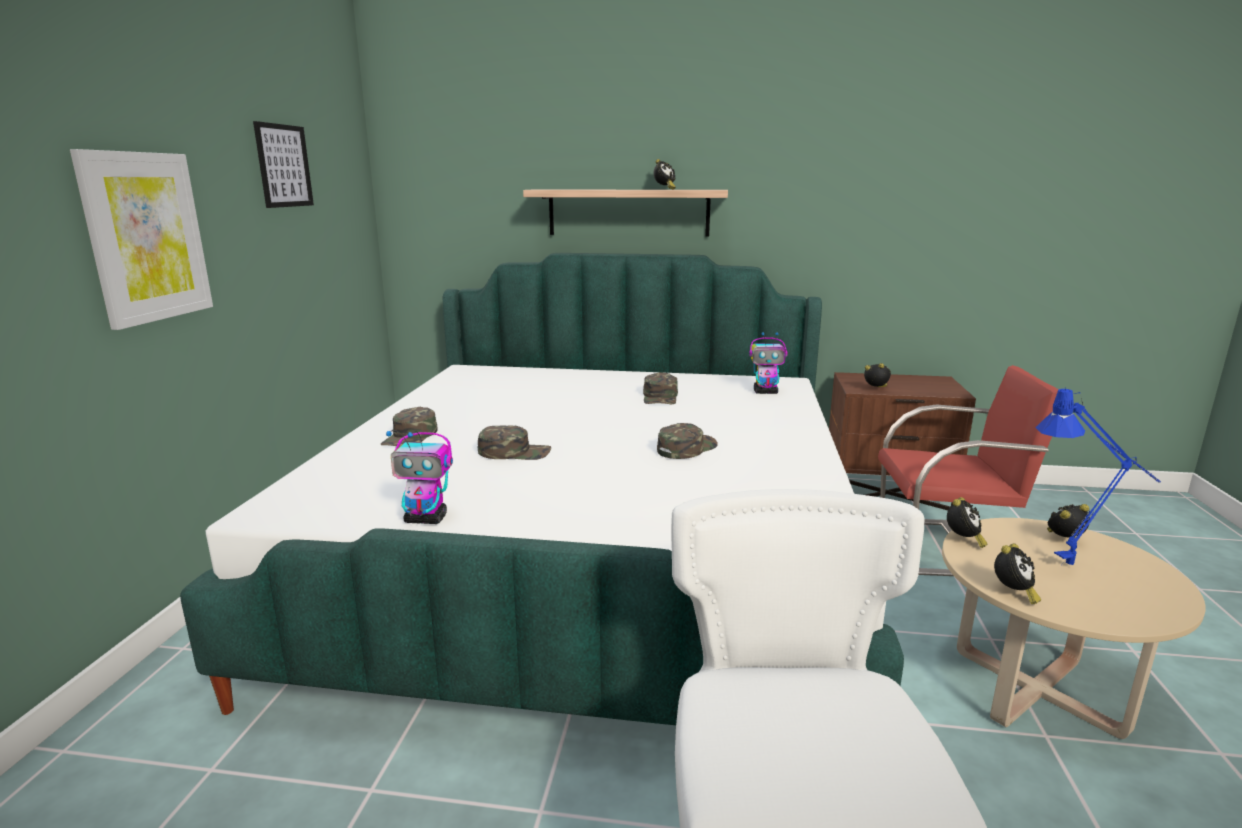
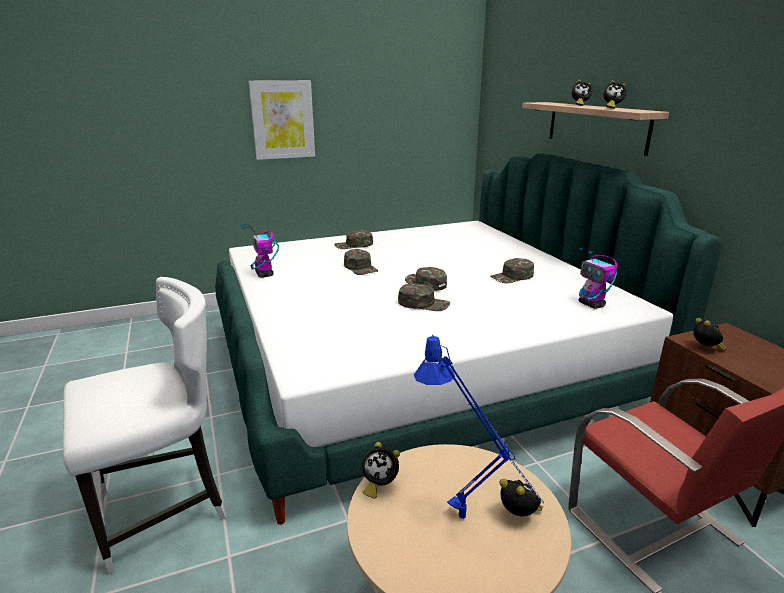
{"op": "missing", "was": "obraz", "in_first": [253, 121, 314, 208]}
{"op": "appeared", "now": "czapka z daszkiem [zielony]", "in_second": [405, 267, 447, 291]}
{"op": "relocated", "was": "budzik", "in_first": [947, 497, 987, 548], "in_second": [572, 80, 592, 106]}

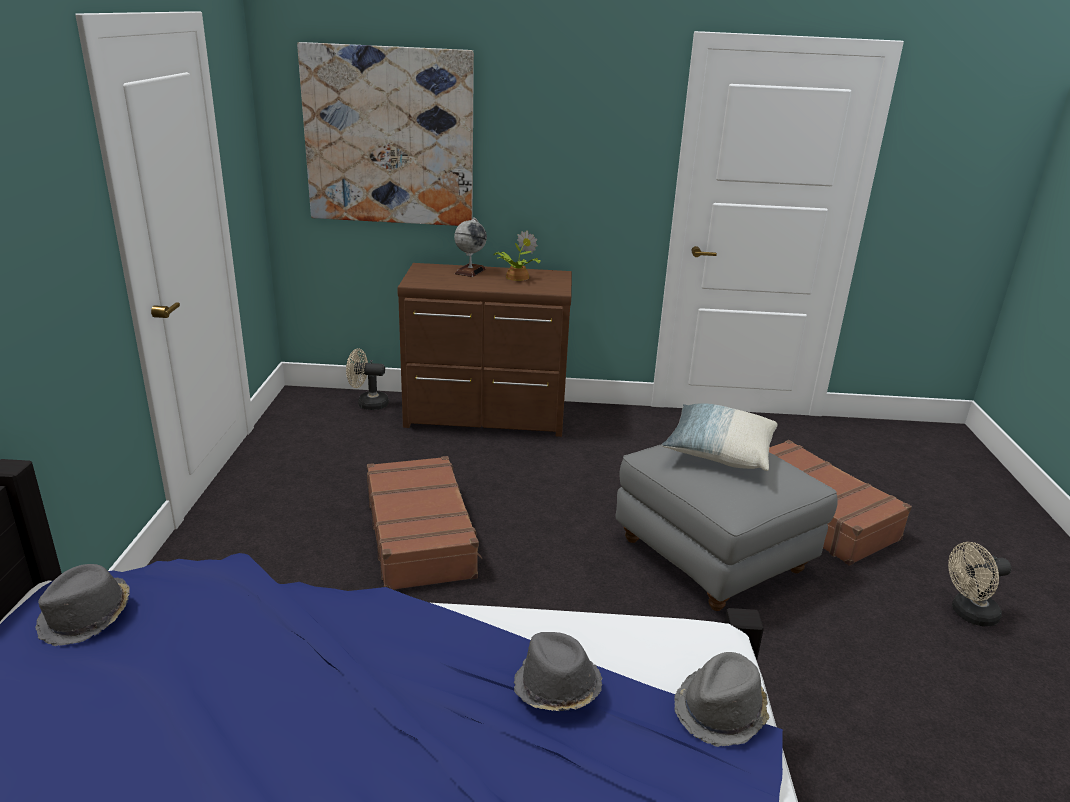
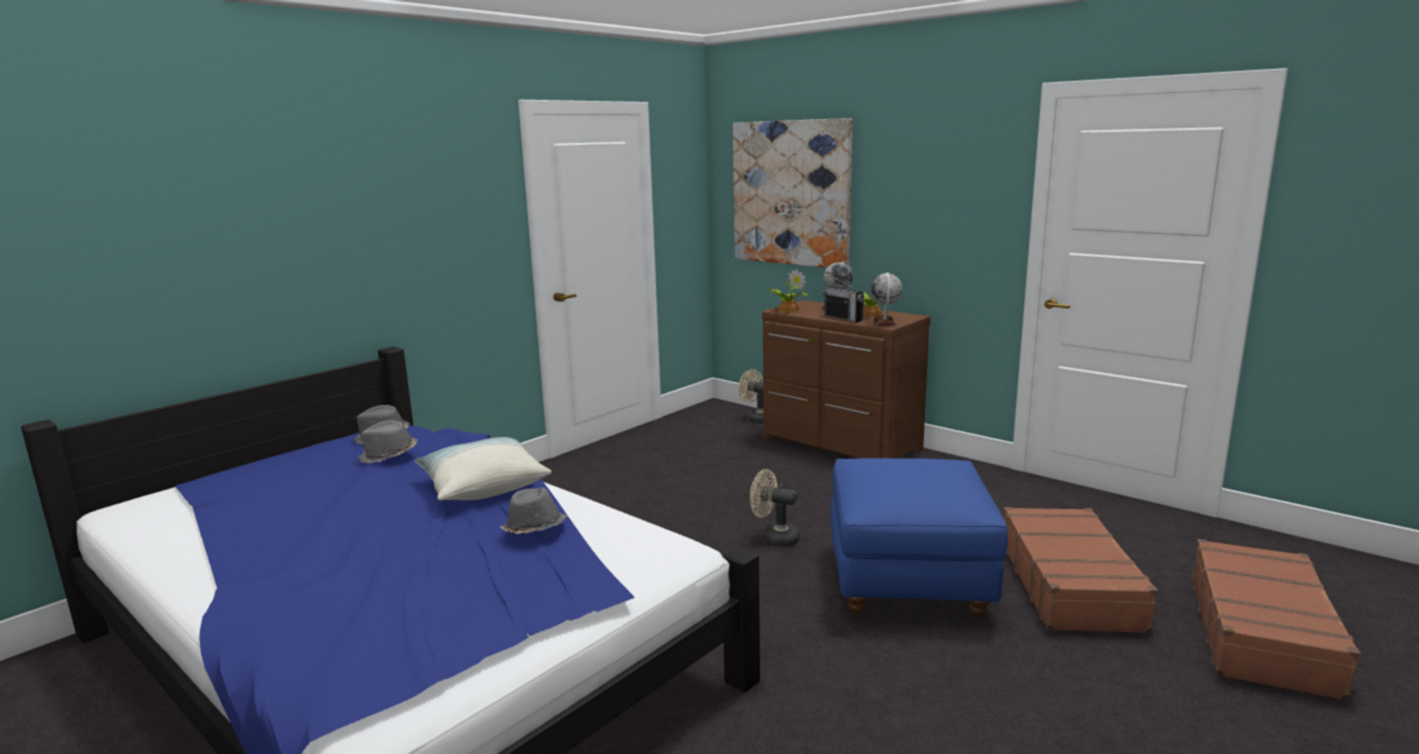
{"op": "appeared", "now": "roślina doniczkowa", "in_second": [767, 269, 809, 312]}
{"op": "appeared", "now": "radio", "in_second": [823, 275, 864, 322]}
{"op": "appeared", "now": "globus", "in_second": [870, 272, 902, 326]}
{"op": "relocated", "was": "walizka [brązowy]", "in_first": [367, 456, 482, 590], "in_second": [1192, 539, 1361, 701]}
{"op": "relocated", "was": "poduszka", "in_first": [662, 404, 778, 471], "in_second": [415, 437, 552, 500]}
{"op": "relocated", "was": "kapelusz [szary]", "in_first": [675, 652, 769, 747], "in_second": [358, 420, 418, 463]}
{"op": "relocated", "was": "wentylator [beżowy]", "in_first": [948, 542, 1011, 626], "in_second": [750, 469, 800, 547]}
{"op": "colour", "was": "pufa [szary]", "now": "pufa [niebieski]", "in_first": [616, 444, 837, 611], "in_second": [831, 458, 1008, 617]}

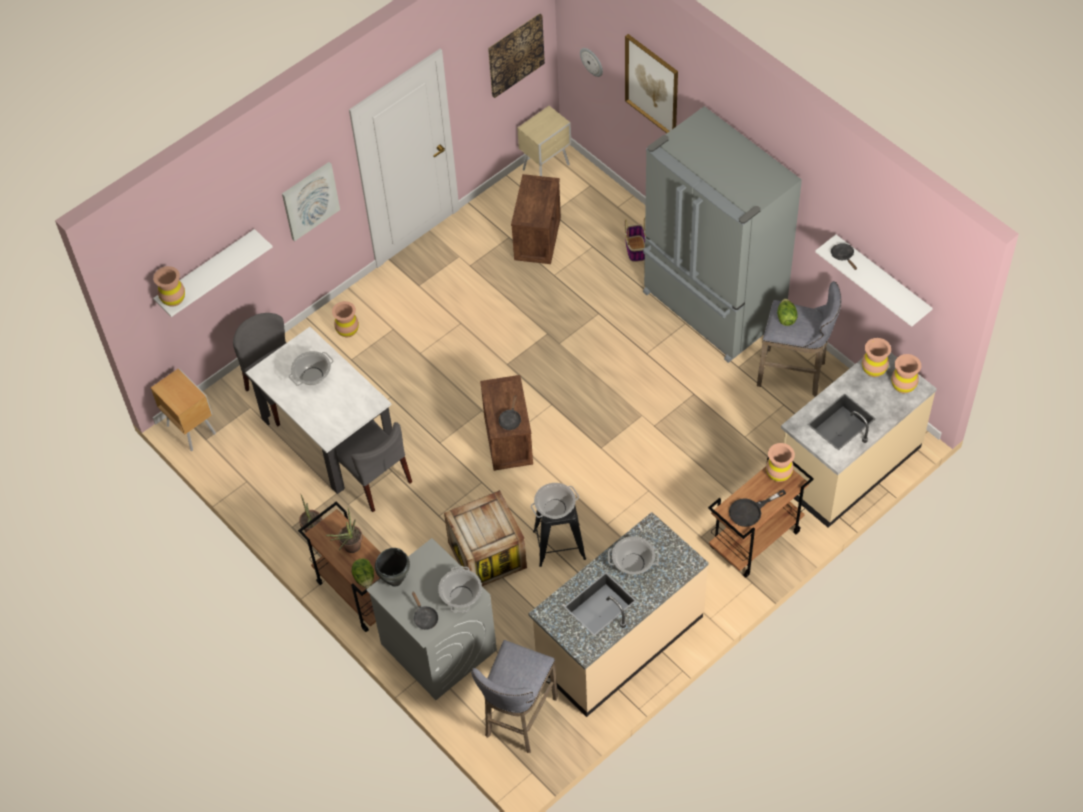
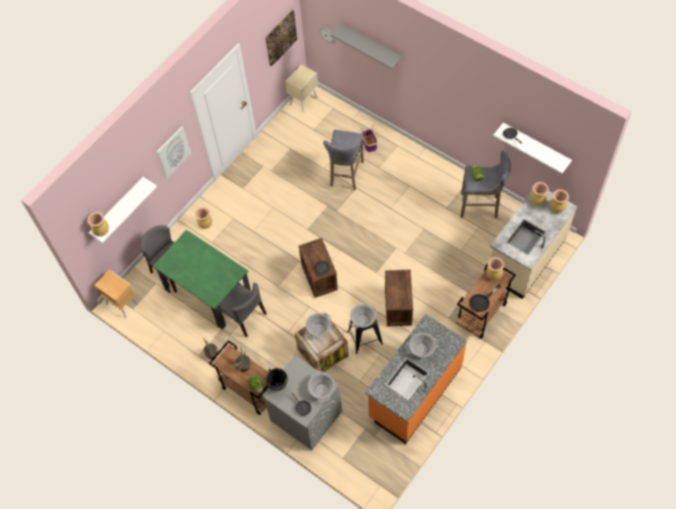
{"op": "missing", "was": "lodówka [szary]", "in_first": [643, 106, 802, 363]}
{"op": "relocated", "was": "garnek", "in_first": [289, 351, 334, 386], "in_second": [306, 312, 331, 338]}
{"op": "relocated", "was": "stołek [szary]", "in_first": [471, 640, 558, 753], "in_second": [323, 130, 364, 190]}
{"op": "relocated", "was": "skrzynka", "in_first": [511, 174, 561, 264], "in_second": [385, 269, 413, 326]}
{"op": "exchanged", "was": "obraz", "now": "półka [szary]", "in_first": [625, 34, 678, 133], "in_second": [330, 23, 402, 69]}
{"op": "colour", "was": "stół jadalny [biały]", "now": "stół jadalny [zielony]", "in_first": [245, 327, 392, 494], "in_second": [153, 230, 251, 330]}
{"op": "colour", "was": "zabudowa kuchenna [beżowy]", "now": "zabudowa kuchenna [pomarańczowy]", "in_first": [528, 512, 709, 717], "in_second": [365, 314, 467, 444]}

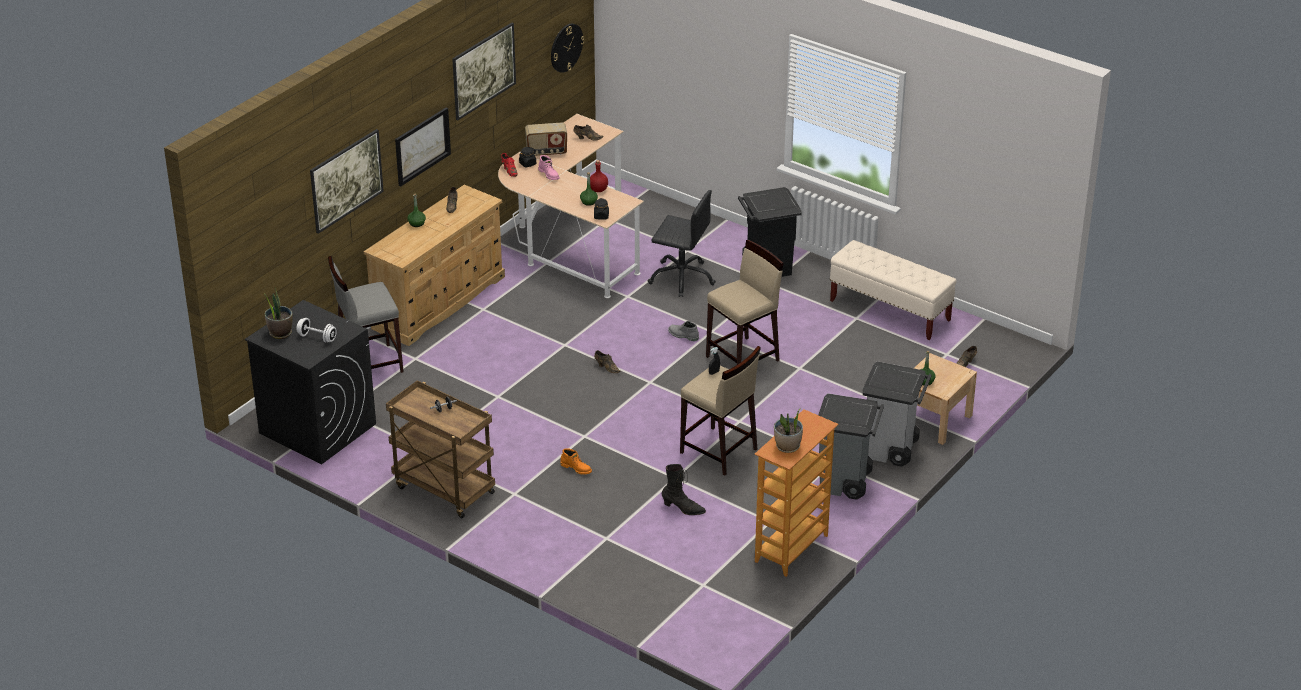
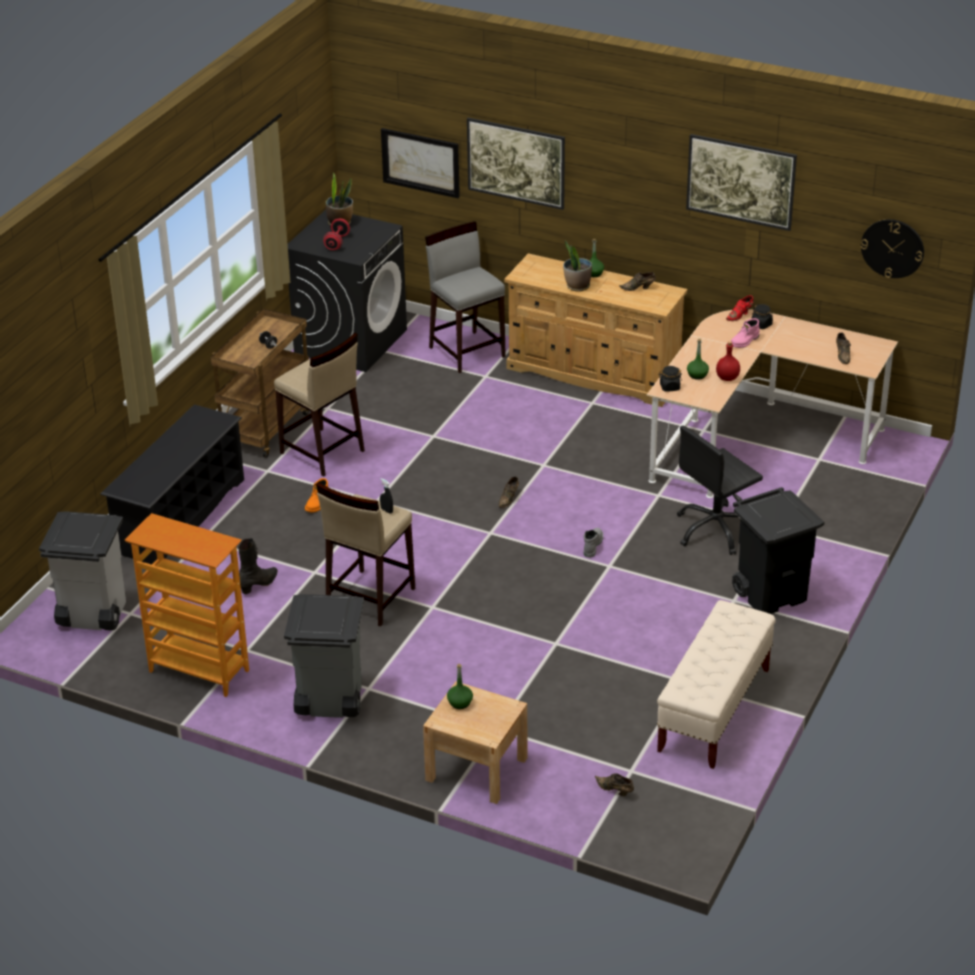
{"op": "missing", "was": "radio", "in_first": [525, 123, 567, 156]}
{"op": "appeared", "now": "regał na buty [czarny]", "in_second": [100, 404, 244, 564]}
{"op": "relocated", "was": "obraz", "in_first": [395, 107, 451, 186], "in_second": [381, 128, 460, 198]}
{"op": "relocated", "was": "stołek [beżowy]", "in_first": [706, 240, 784, 365], "in_second": [274, 333, 365, 477]}
{"op": "relocated", "was": "roślina doniczkowa", "in_first": [774, 408, 803, 453], "in_second": [563, 241, 592, 292]}
{"op": "relocated", "was": "kosz na śmieci [szary]", "in_first": [863, 361, 932, 467], "in_second": [39, 511, 126, 630]}
{"op": "colour", "was": "hantel [biały]", "now": "hantel [czerwony]", "in_first": [296, 318, 337, 343], "in_second": [323, 219, 350, 250]}
{"op": "spun", "was": "krzesło biurowe [czarny]", "in_first": [648, 190, 716, 297], "in_second": [677, 426, 763, 555], "clockwise": 45}
{"op": "spun", "was": "but z cholewką [czarny]", "in_first": [662, 464, 706, 515], "in_second": [238, 538, 278, 594], "clockwise": -150}

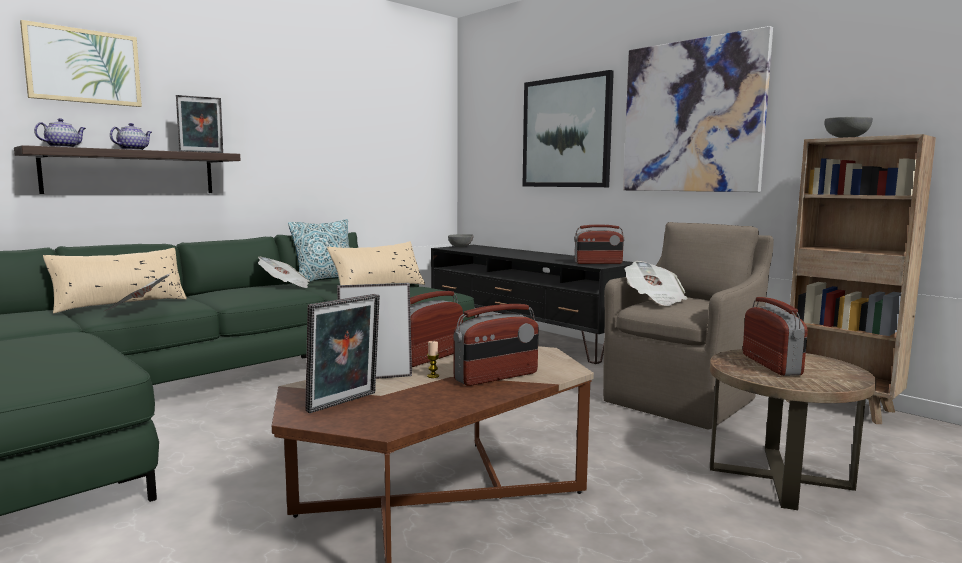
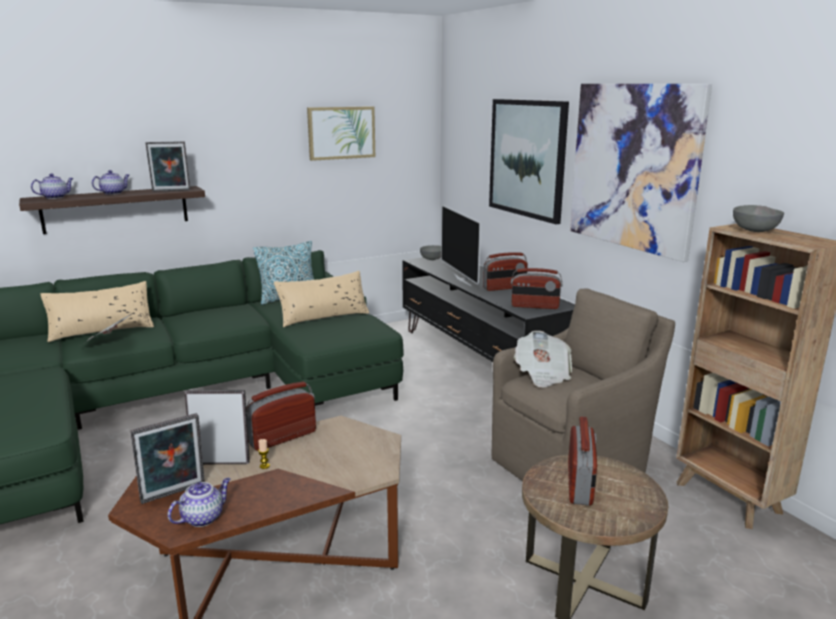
{"op": "missing", "was": "gazeta", "in_first": [258, 257, 310, 288]}
{"op": "appeared", "now": "imbryk", "in_second": [168, 478, 230, 527]}
{"op": "appeared", "now": "telewizor", "in_second": [441, 205, 481, 286]}
{"op": "relocated", "was": "obraz", "in_first": [20, 20, 142, 107], "in_second": [307, 106, 375, 161]}
{"op": "relocated", "was": "radio", "in_first": [453, 304, 539, 386], "in_second": [483, 252, 528, 291]}

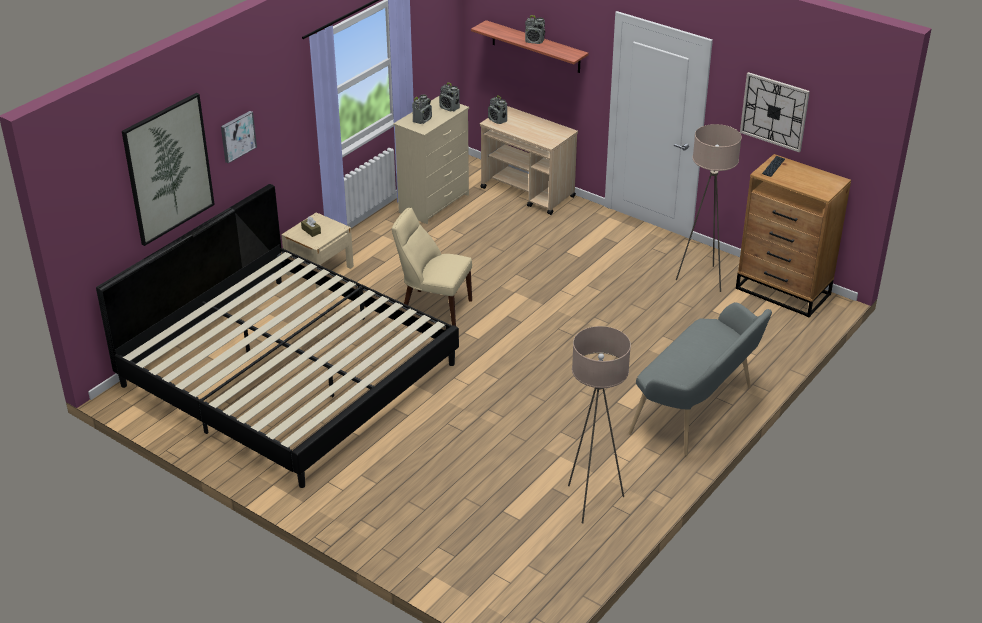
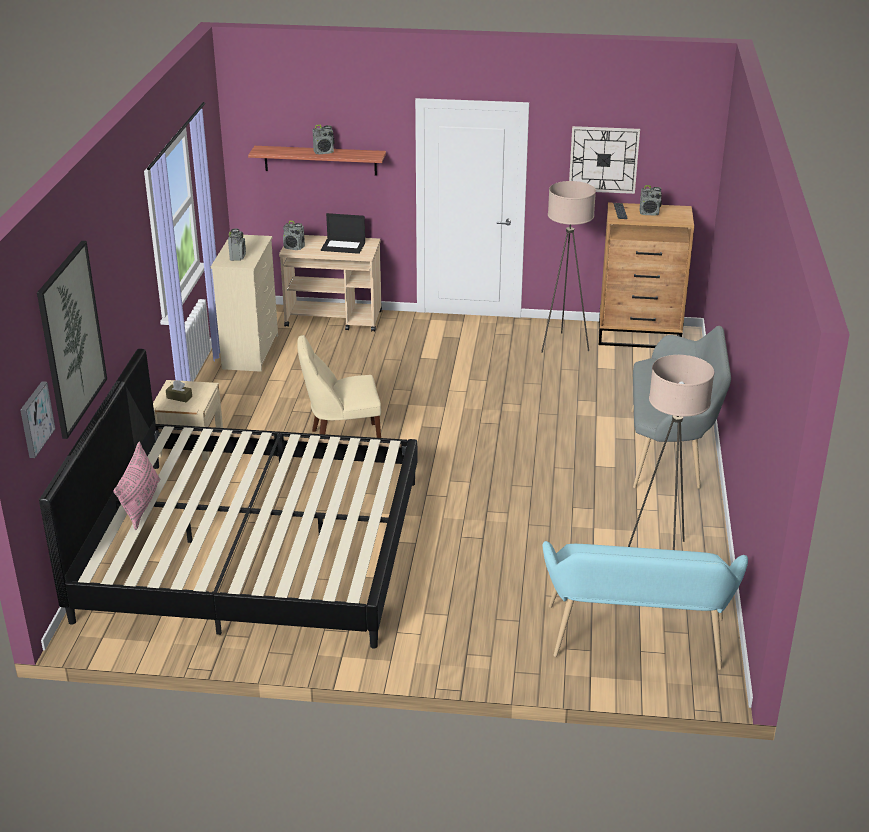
{"op": "appeared", "now": "poduszka [różowy]", "in_second": [114, 442, 160, 530]}
{"op": "appeared", "now": "laptop", "in_second": [321, 213, 365, 254]}
{"op": "appeared", "now": "ławka [turkusowy]", "in_second": [542, 541, 748, 670]}
{"op": "relocated", "was": "obraz", "in_first": [221, 111, 257, 163], "in_second": [20, 381, 56, 458]}
{"op": "relocated", "was": "radio", "in_first": [439, 82, 460, 111], "in_second": [639, 185, 662, 216]}

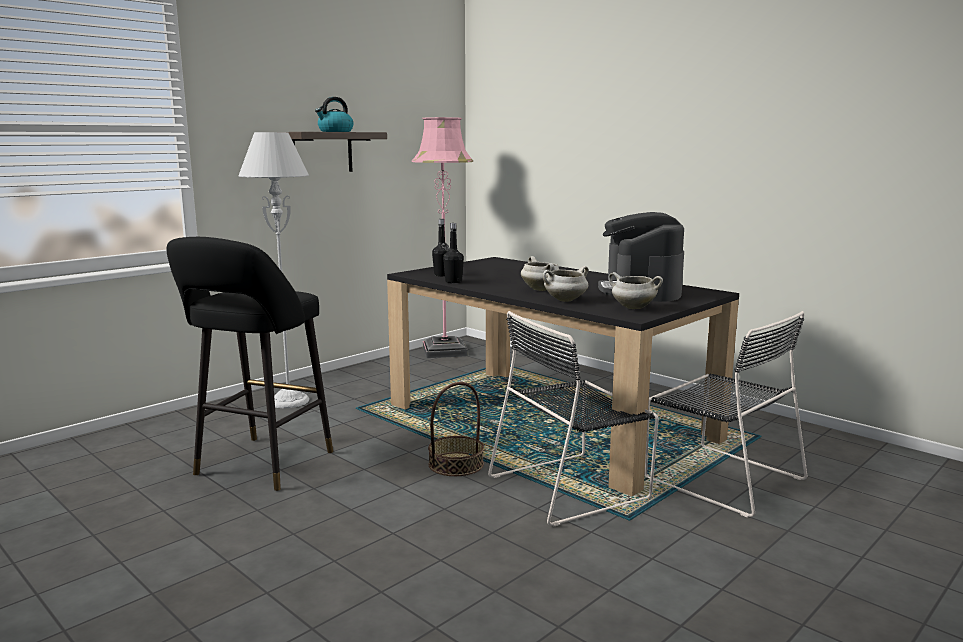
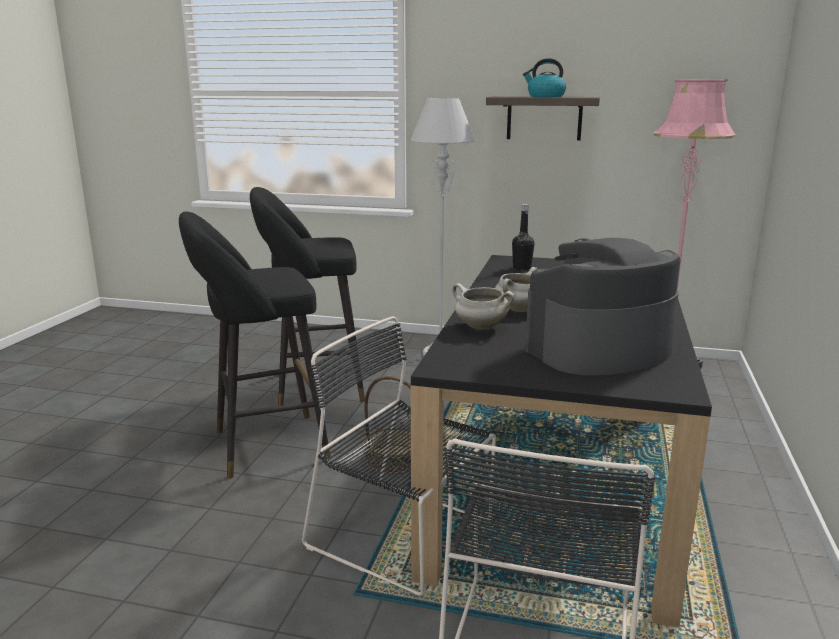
{"op": "missing", "was": "butelka [czarny]", "in_first": [443, 223, 464, 283]}
{"op": "missing", "was": "garnek [biały]", "in_first": [609, 272, 663, 309]}
{"op": "appeared", "now": "stołek [czarny]", "in_second": [179, 211, 331, 478]}

